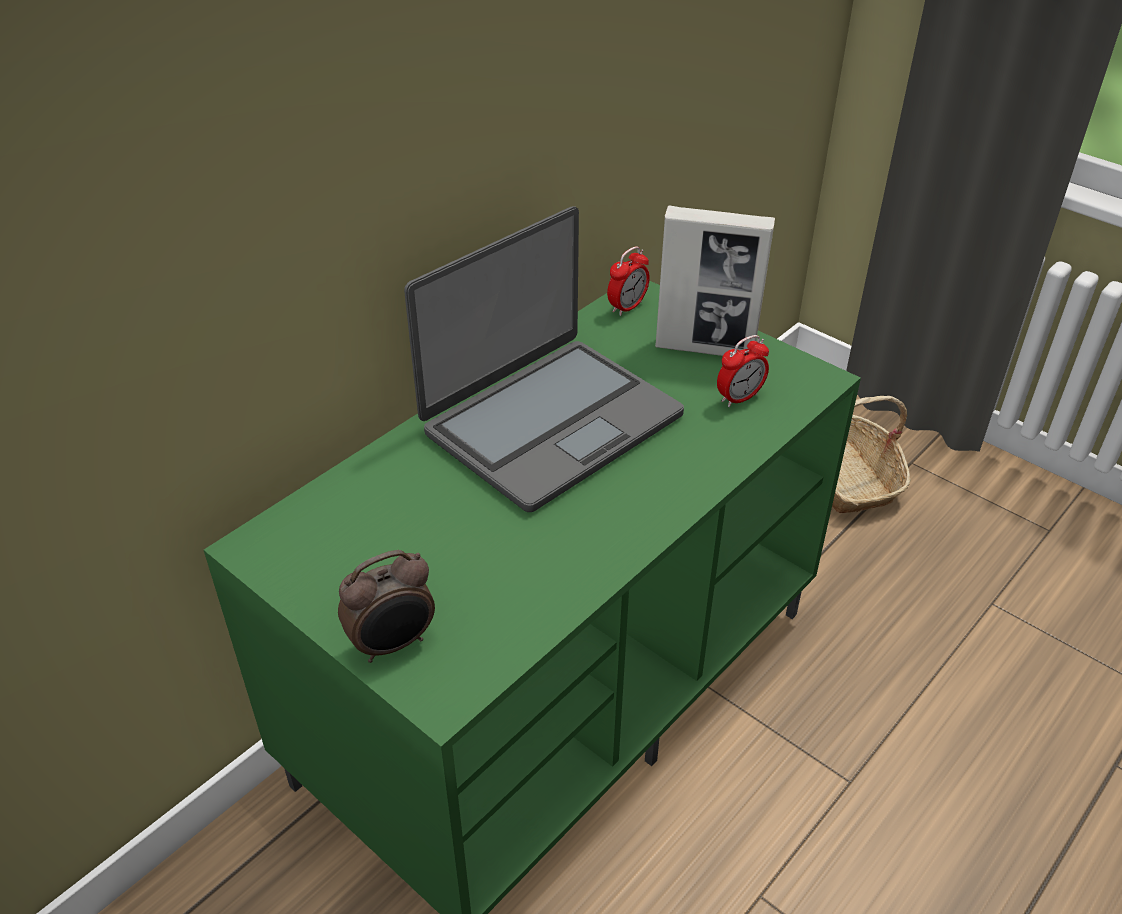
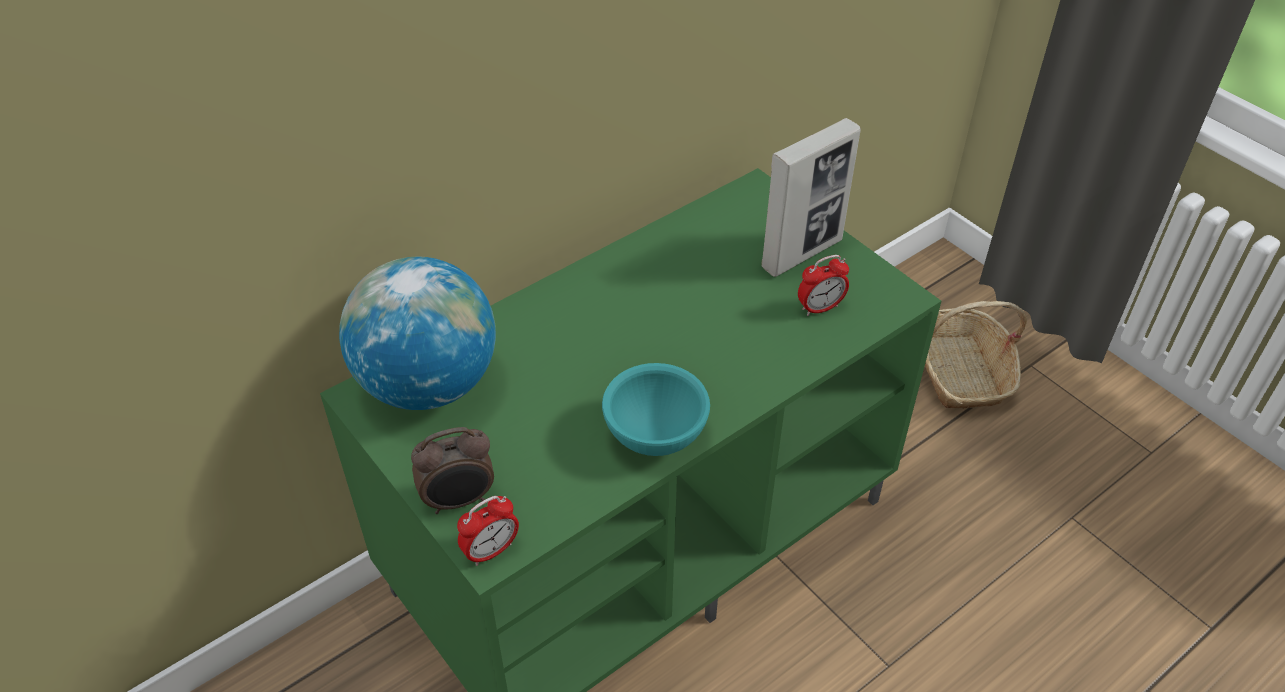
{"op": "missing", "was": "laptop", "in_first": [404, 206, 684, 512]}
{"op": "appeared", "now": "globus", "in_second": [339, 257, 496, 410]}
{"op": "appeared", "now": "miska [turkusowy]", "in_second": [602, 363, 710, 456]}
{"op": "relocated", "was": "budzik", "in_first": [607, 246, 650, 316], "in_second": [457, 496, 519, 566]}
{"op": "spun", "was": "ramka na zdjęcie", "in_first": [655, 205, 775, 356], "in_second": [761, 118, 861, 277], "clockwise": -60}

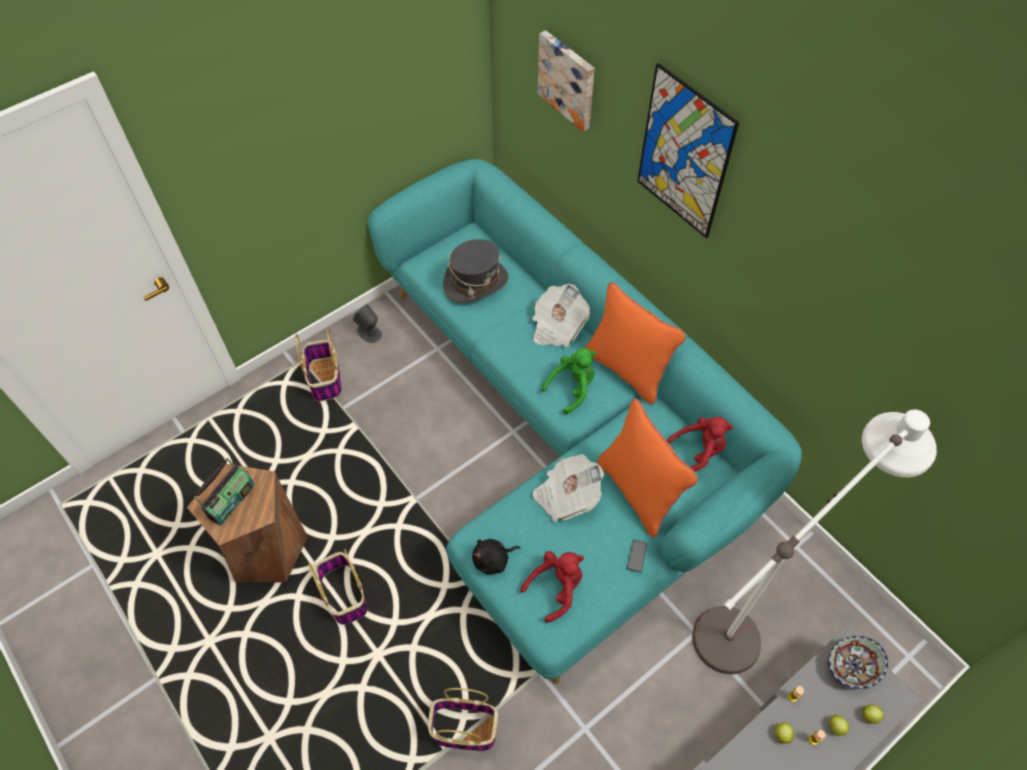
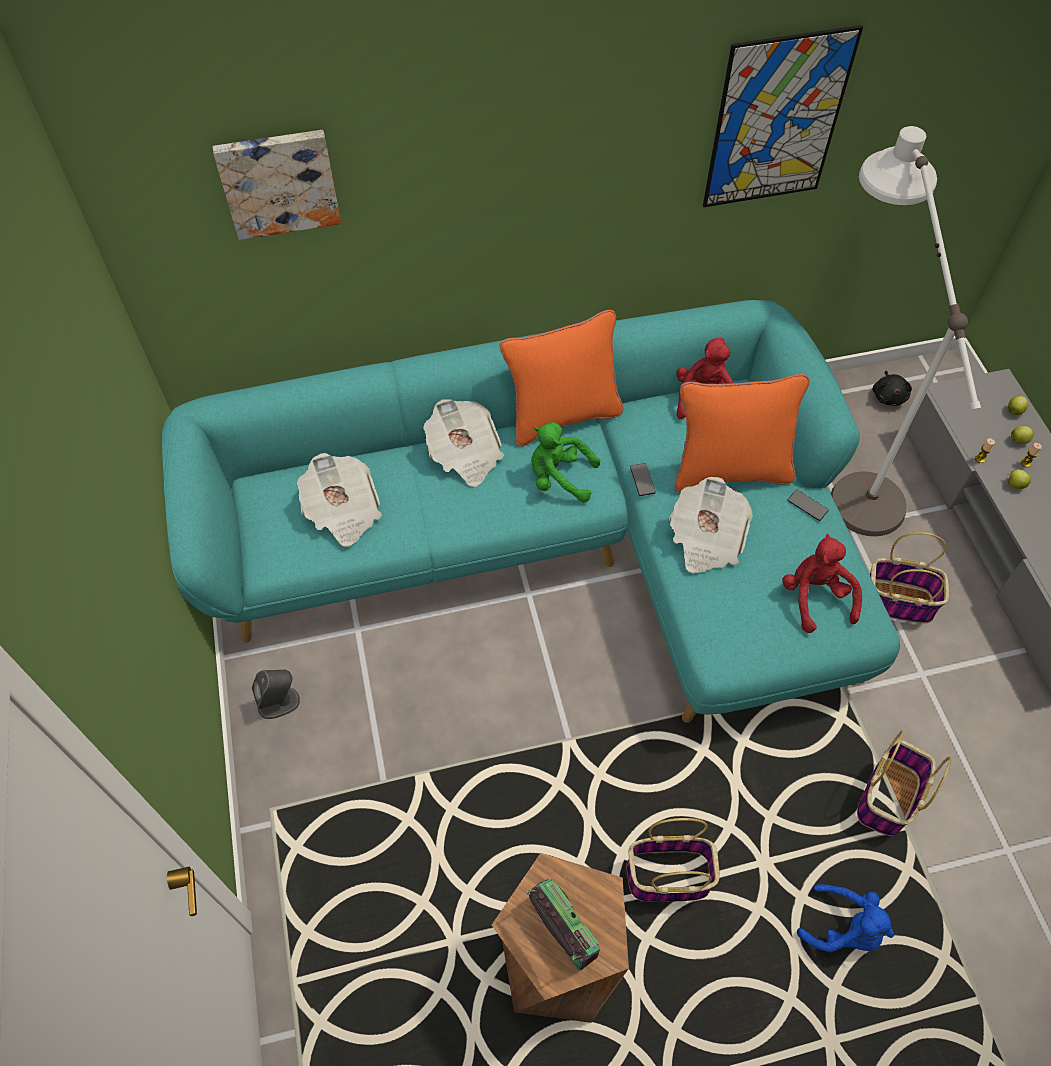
{"op": "missing", "was": "miska", "in_first": [828, 636, 888, 689]}
{"op": "appeared", "now": "telefon", "in_second": [630, 463, 656, 496]}
{"op": "appeared", "now": "pluszak [niebieski]", "in_second": [797, 884, 894, 953]}
{"op": "relocated", "was": "koszyk", "in_first": [295, 329, 341, 401], "in_second": [870, 532, 949, 624]}
{"op": "relocated", "was": "pluszak [czarny]", "in_first": [472, 539, 521, 575], "in_second": [873, 371, 912, 406]}
{"op": "relocated", "was": "obraz", "in_first": [637, 63, 739, 238], "in_second": [703, 25, 863, 207]}
{"op": "exchanged", "was": "kapelusz [szary]", "now": "gazeta", "in_first": [443, 239, 508, 303], "in_second": [297, 453, 382, 547]}
{"op": "spun", "was": "pluszak [zielony]", "in_first": [541, 348, 596, 415], "in_second": [531, 422, 600, 503], "clockwise": -60}

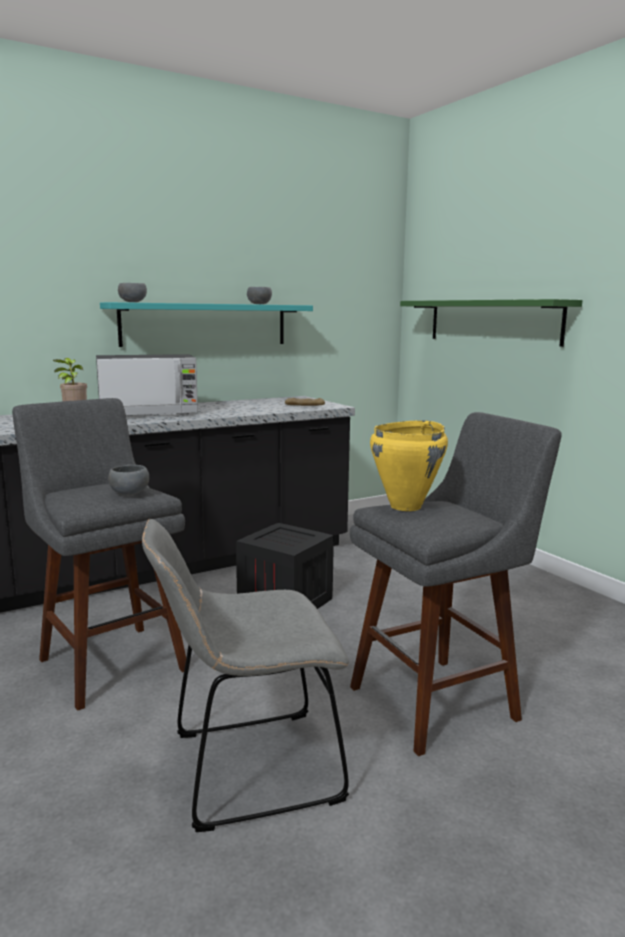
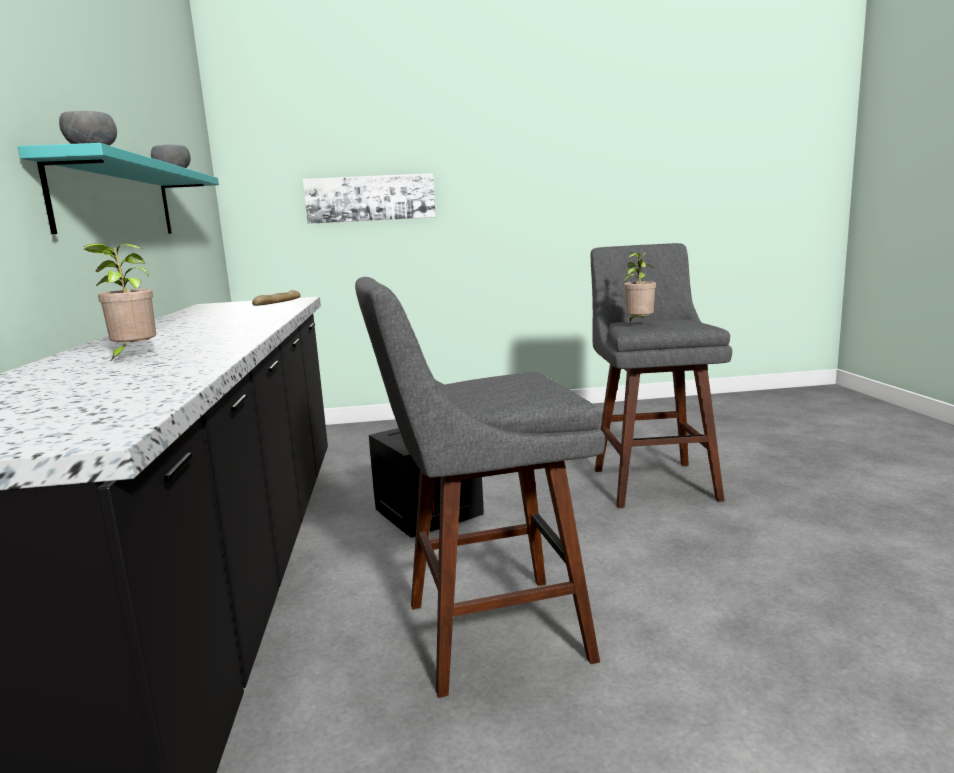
{"op": "missing", "was": "mikrofalówka", "in_first": [96, 354, 198, 415]}
{"op": "missing", "was": "miska [szary]", "in_first": [108, 465, 149, 495]}
{"op": "missing", "was": "krzesło [szary]", "in_first": [142, 519, 349, 832]}
{"op": "exchanged", "was": "garnek [żółty]", "now": "roślina doniczkowa", "in_first": [370, 420, 448, 511], "in_second": [623, 251, 656, 322]}
{"op": "exchanged", "was": "półka [zielony]", "now": "obraz", "in_first": [400, 299, 583, 347], "in_second": [303, 173, 436, 224]}

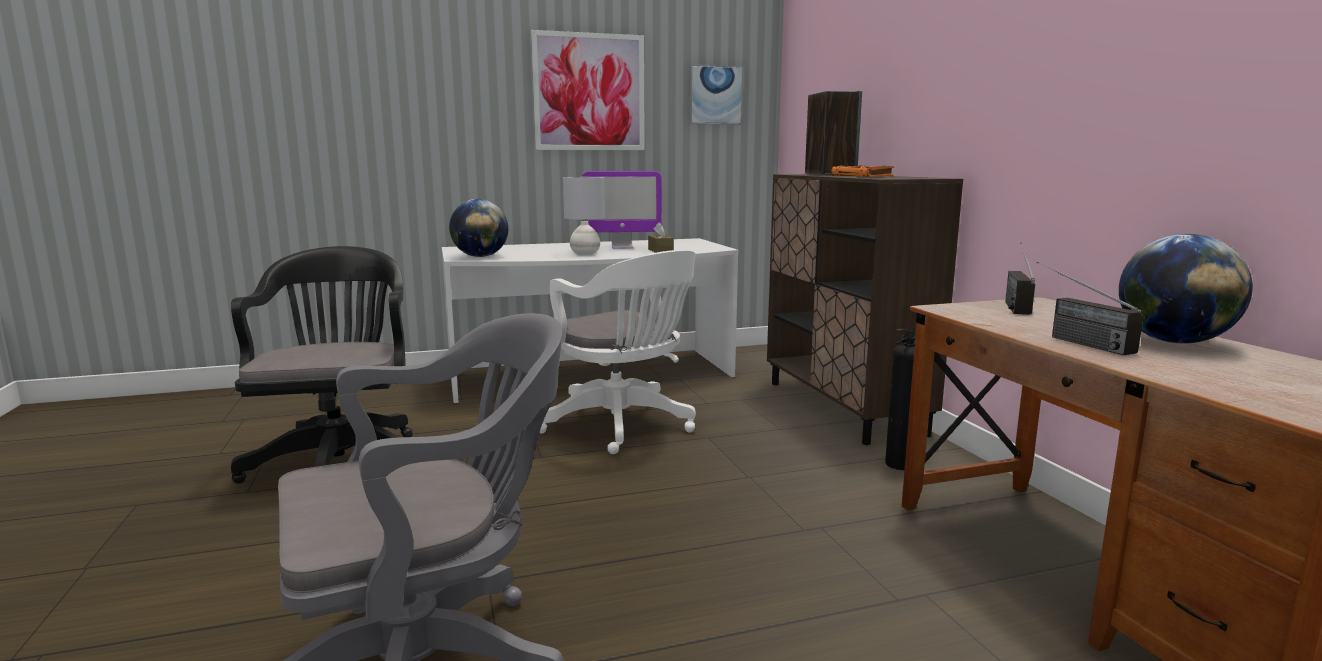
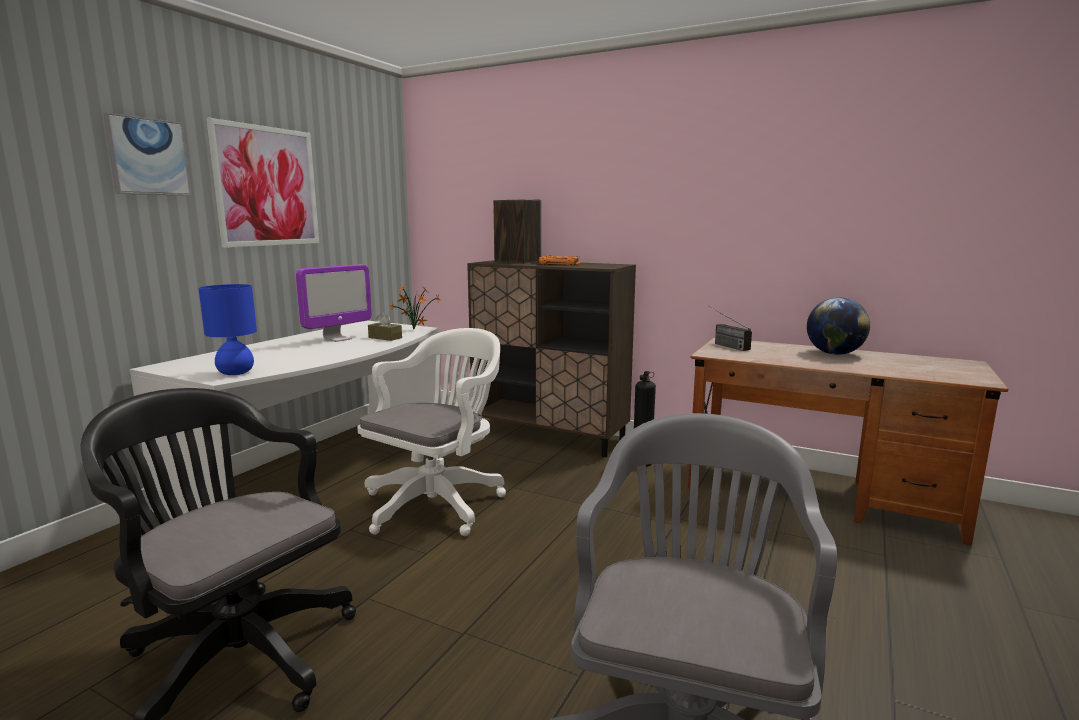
{"op": "missing", "was": "lampa stołowa [szary]", "in_first": [563, 177, 605, 255]}
{"op": "missing", "was": "radio", "in_first": [1037, 261, 1144, 355]}
{"op": "appeared", "now": "roślina doniczkowa", "in_second": [390, 285, 440, 329]}
{"op": "relocated", "was": "obraz", "in_first": [689, 64, 744, 125], "in_second": [103, 112, 192, 196]}
{"op": "exchanged", "was": "globus", "now": "lampa stołowa [niebieski]", "in_first": [449, 199, 508, 257], "in_second": [199, 284, 257, 375]}
{"op": "spun", "was": "krzesło biurowe [biały]", "in_first": [539, 250, 696, 454], "in_second": [357, 328, 506, 536], "clockwise": -60}

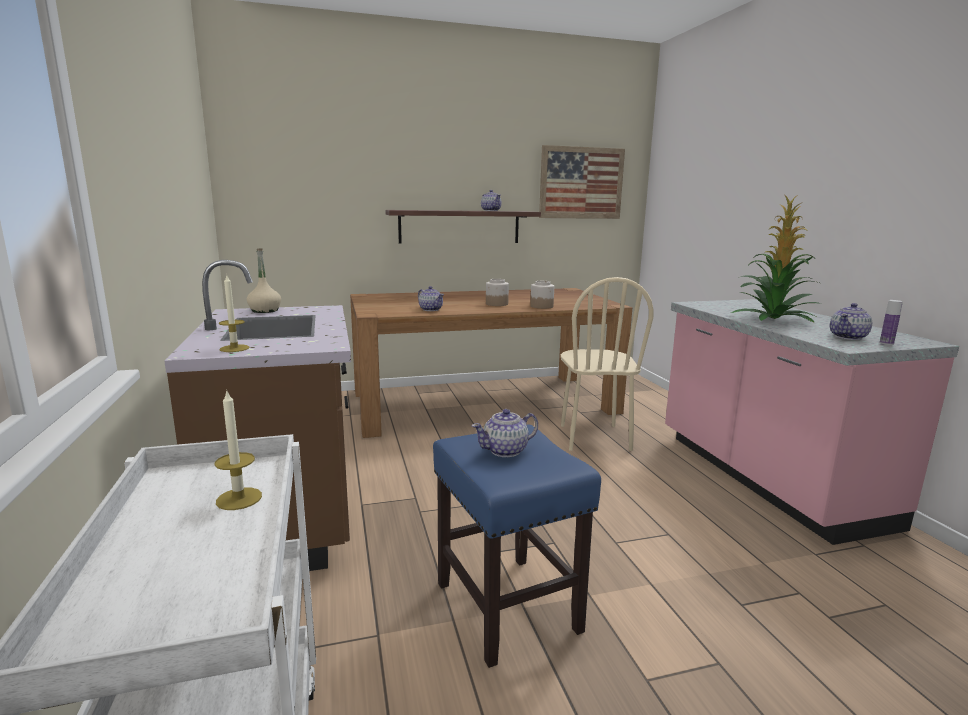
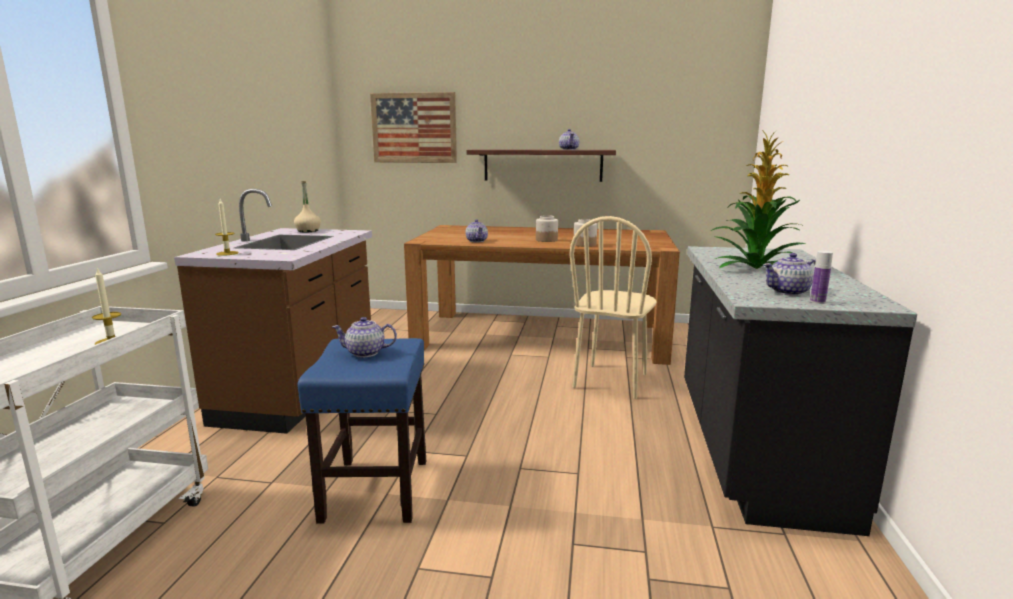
{"op": "relocated", "was": "obraz", "in_first": [539, 145, 625, 219], "in_second": [370, 92, 457, 163]}
{"op": "colour", "was": "zabudowa kuchenna [różowy]", "now": "zabudowa kuchenna [czarny]", "in_first": [665, 299, 959, 545], "in_second": [684, 246, 917, 536]}

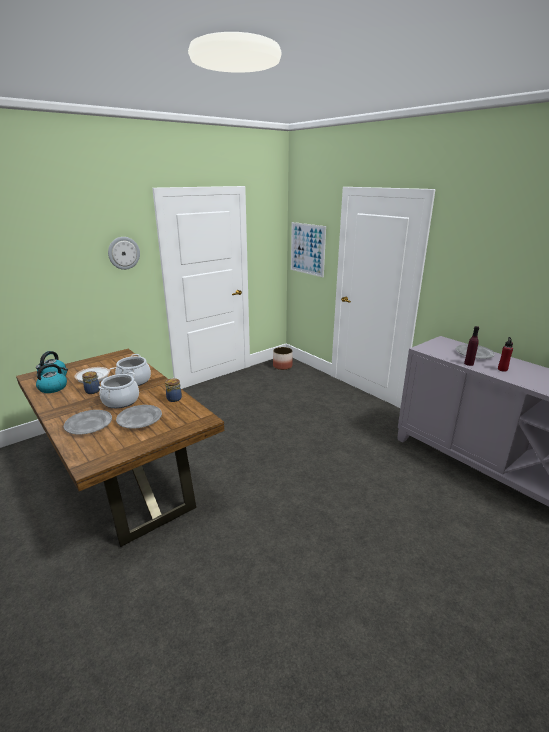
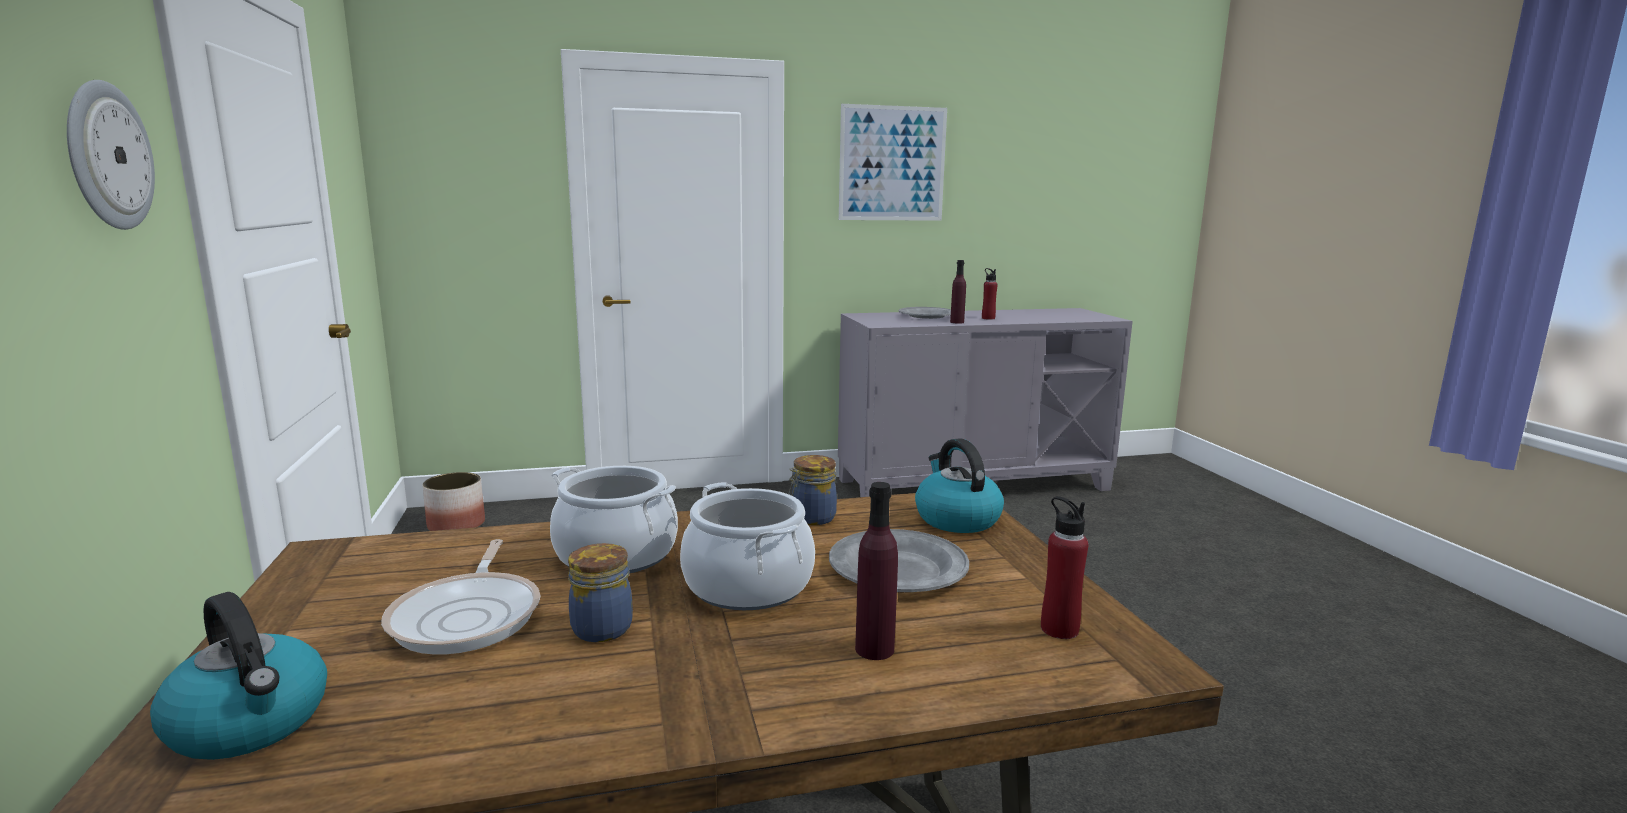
{"op": "appeared", "now": "butelka [czerwony]", "in_second": [1041, 496, 1088, 639]}
{"op": "relocated", "was": "czajnik", "in_first": [36, 363, 68, 393], "in_second": [915, 438, 1004, 533]}
{"op": "relocated", "was": "obraz", "in_first": [291, 222, 326, 277], "in_second": [839, 104, 947, 221]}
{"op": "exchanged", "was": "talerz [szary]", "now": "butelka [fioletowy]", "in_first": [64, 410, 112, 435], "in_second": [855, 482, 898, 660]}

